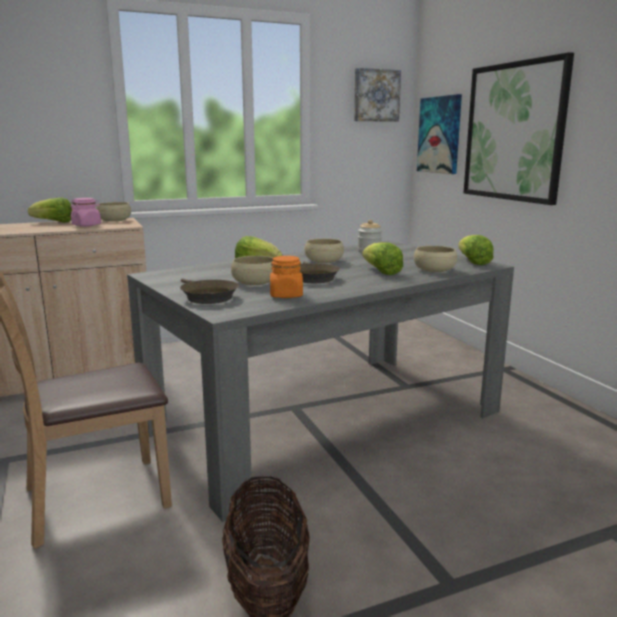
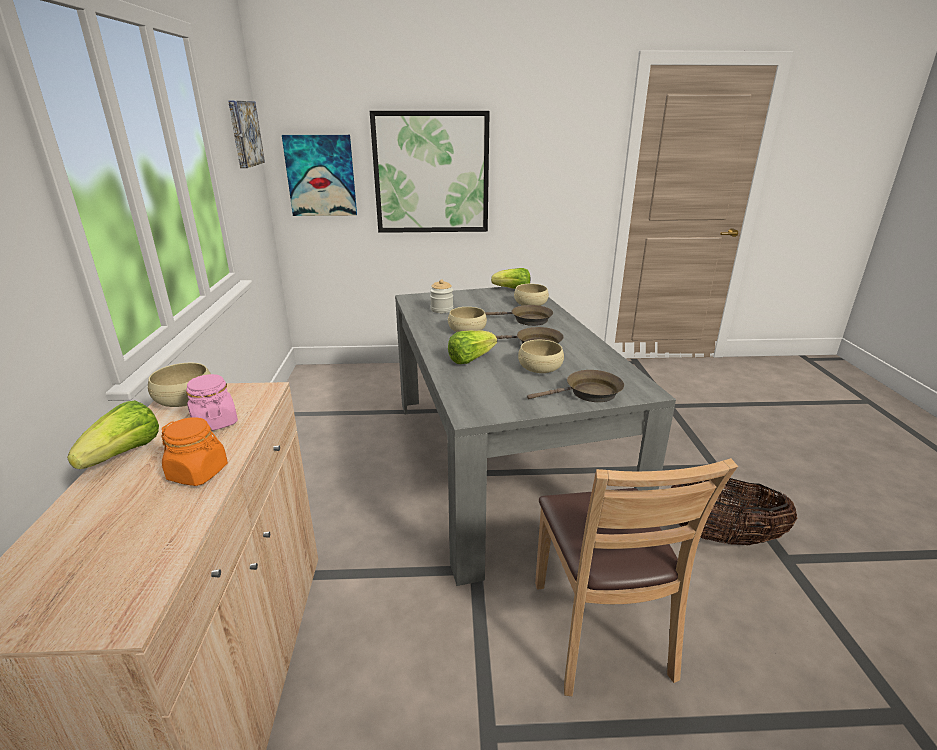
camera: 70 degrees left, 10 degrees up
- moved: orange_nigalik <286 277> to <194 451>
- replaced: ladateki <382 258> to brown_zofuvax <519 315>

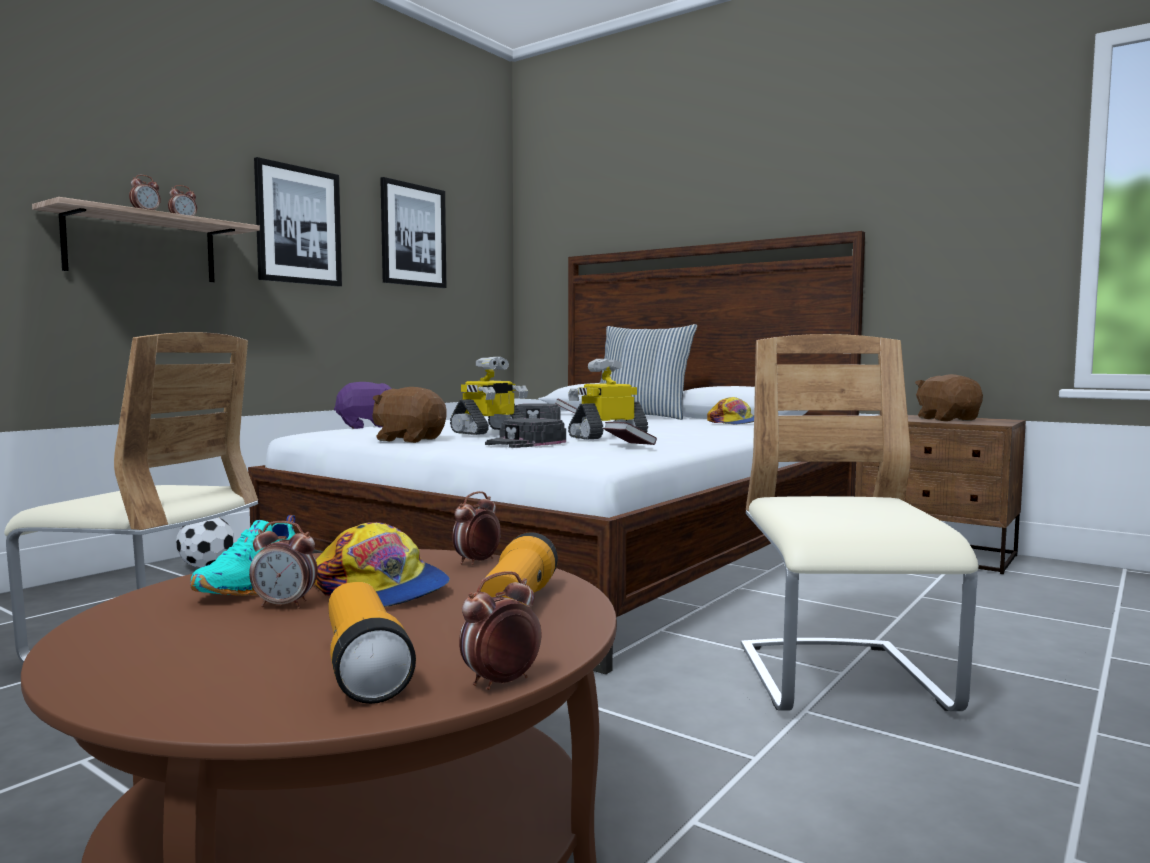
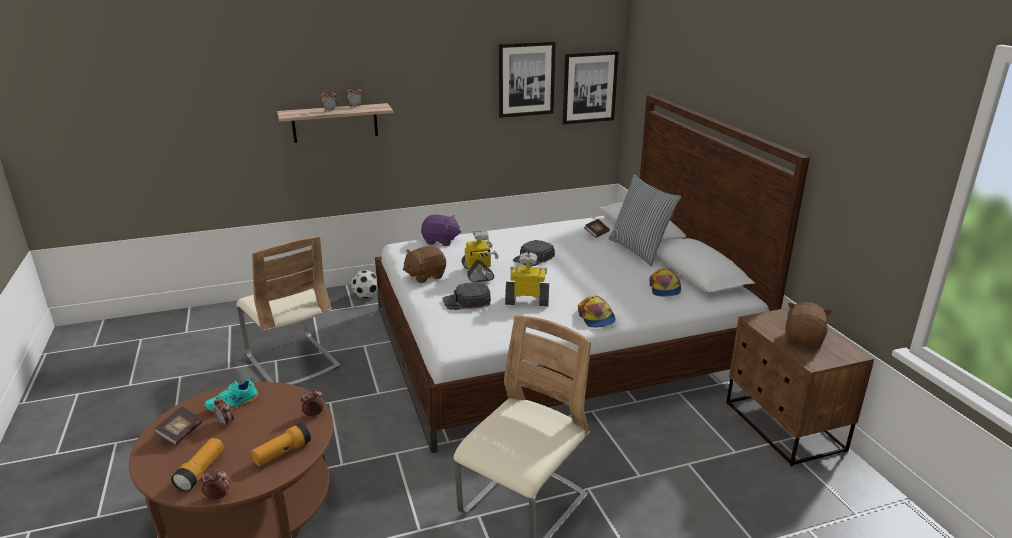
camera: 35 degrees right, 20 degrees up
- moved: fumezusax <630 433> to <178 425>
- turned: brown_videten <409 415> = <424 264> 90 degrees counterclockwise
- turned: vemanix <489 396> = <480 256> 90 degrees counterclockwise
- moved: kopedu <298 221> to <591 87>
- moved: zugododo <382 564> to <597 312>

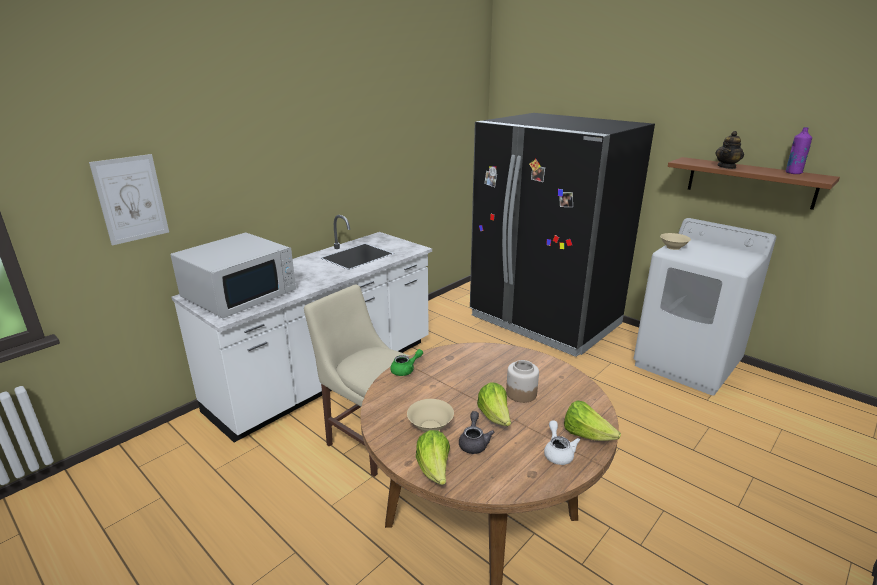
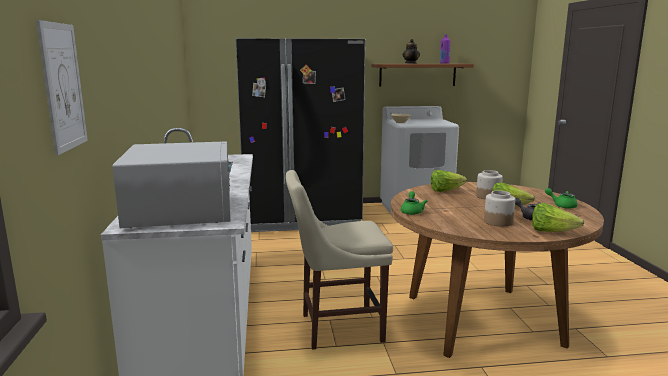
camera: 50 degrees left, 10 degrees down
- moved: ladateki <592 420> to <449 181>
- replaced: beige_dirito <430 415> to nigalik <499 209>
- recoloured: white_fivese <562 442> to green_fivese <561 198>

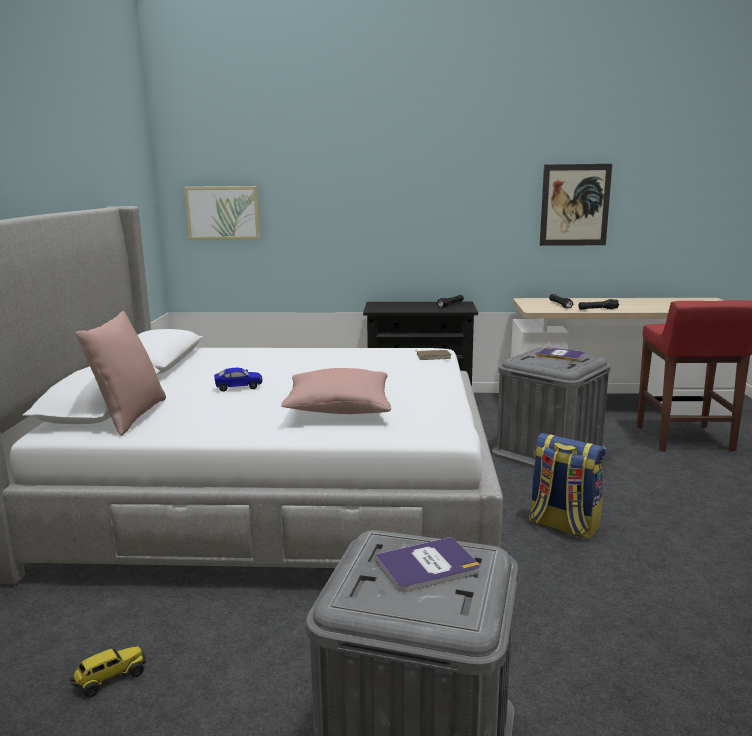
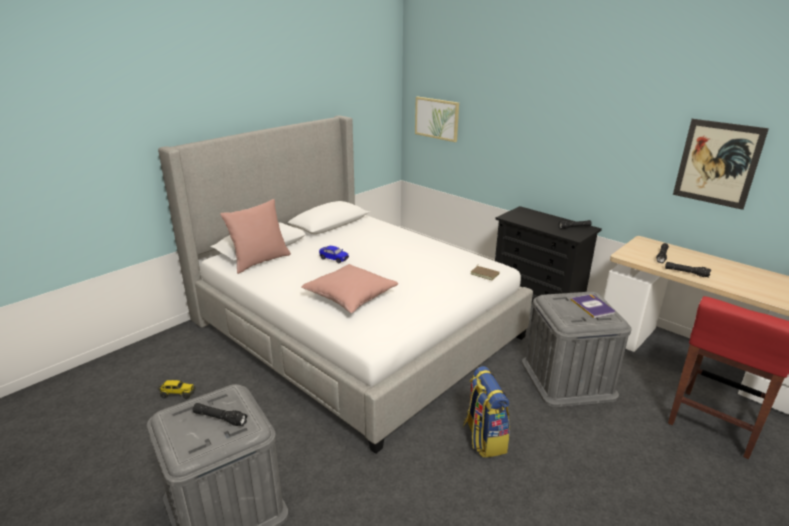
camera: 40 degrees right, 10 degrees up
- replaced: fumezusax <427 564> to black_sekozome <220 414>

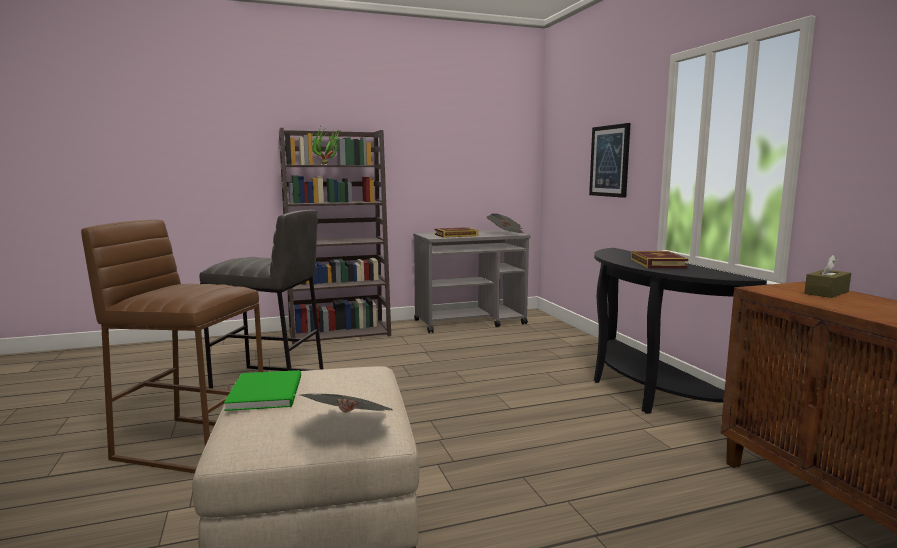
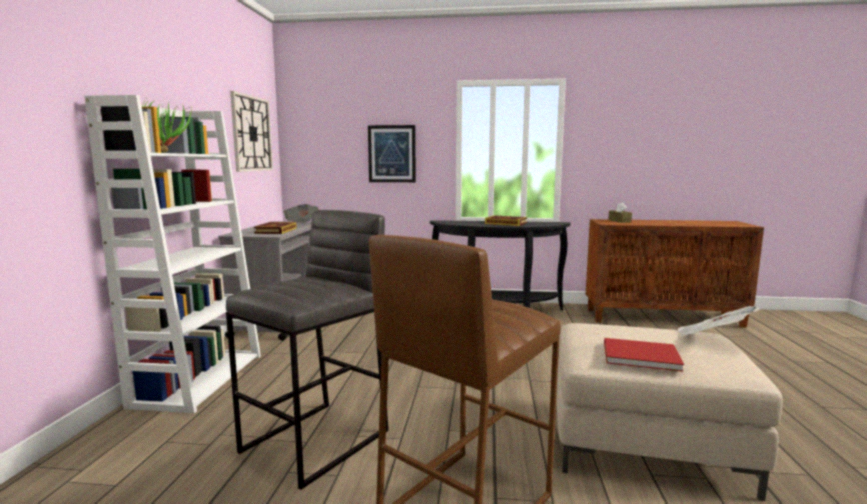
camera: 65 degrees left, 0 degrees up
- recoloured: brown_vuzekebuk <335 236> to white_vuzekebuk <172 254>
- added: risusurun <251 131>
- recoloured: green_fumezusax <262 390> to red_fumezusax <644 355>

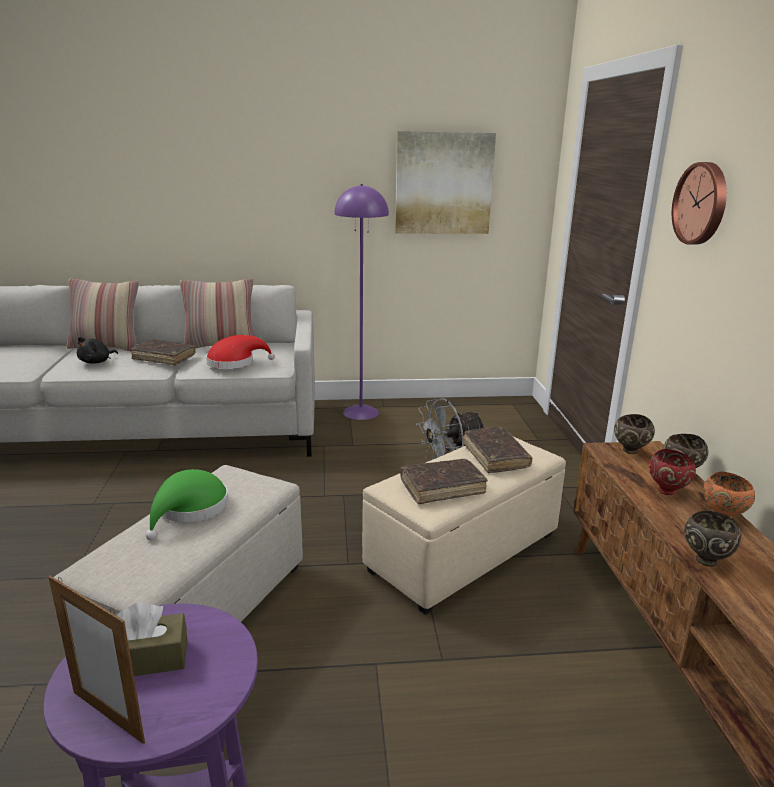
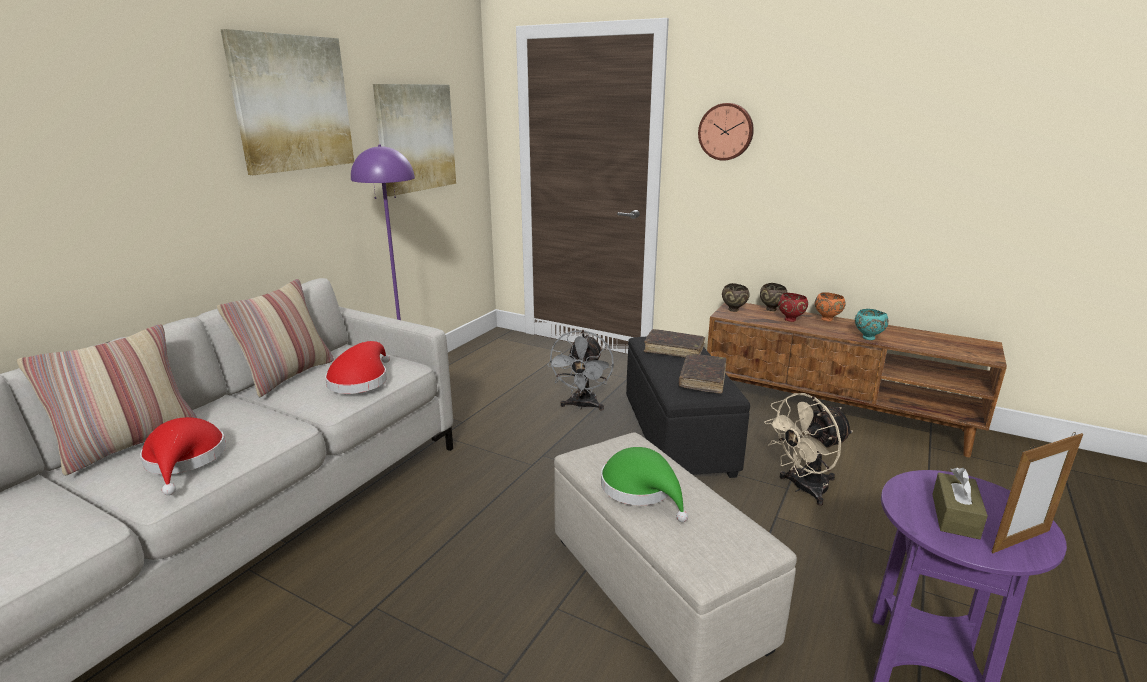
camera: 55 degrees left, 0 degrees up
- replaced: black_videten <97 350> to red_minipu <183 456>
- added: kopedu <287 102>
- recoloured: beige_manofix <464 526> to black_manofix <688 407>
- added: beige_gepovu <808 449>
- recoloured: brown_dirito <712 539> to turquoise_dirito <872 324>
- removed: brown_fumezusax <163 352>

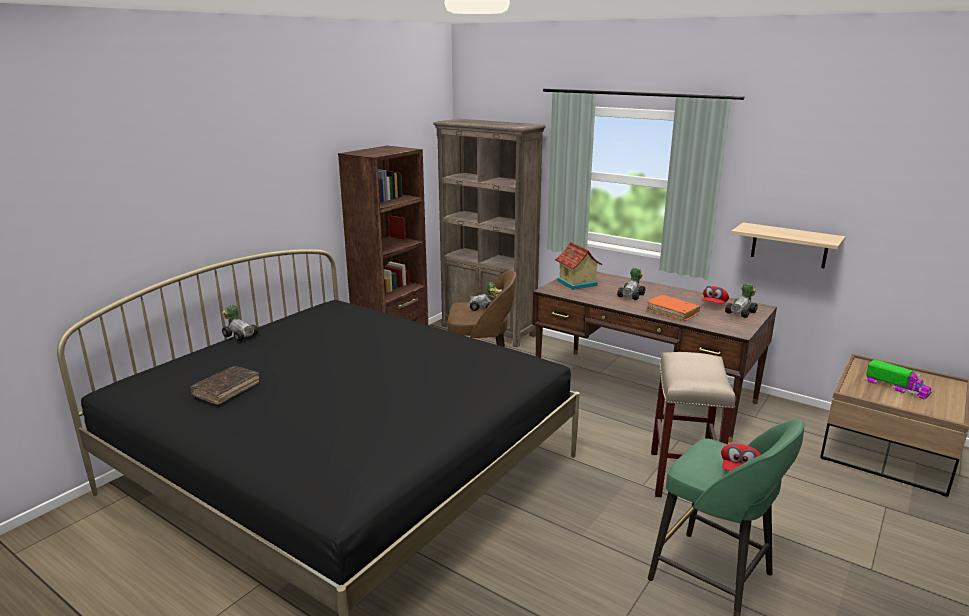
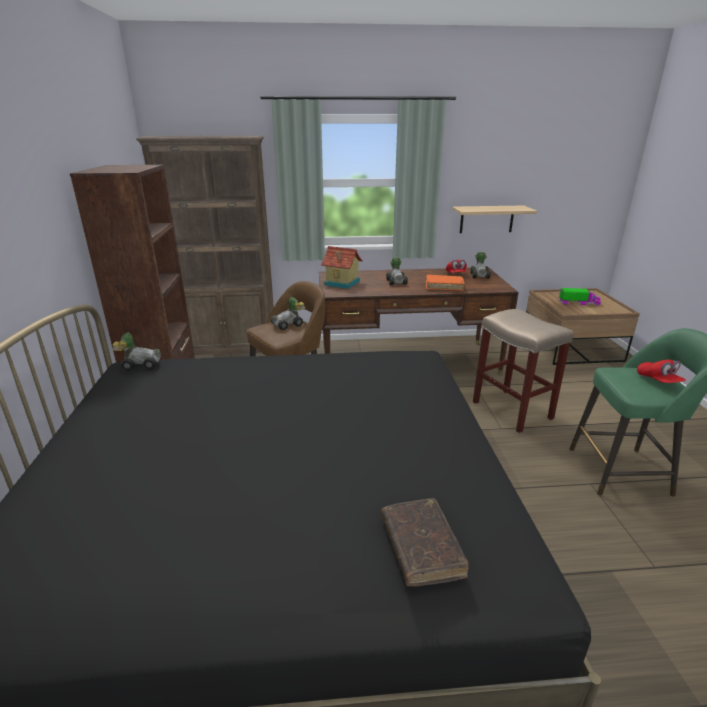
camera: 40 degrees left, 5 degrees up
- moved: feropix <240 323> to <136 352>
- moved: brown_fumezusax <225 385> to <425 542>

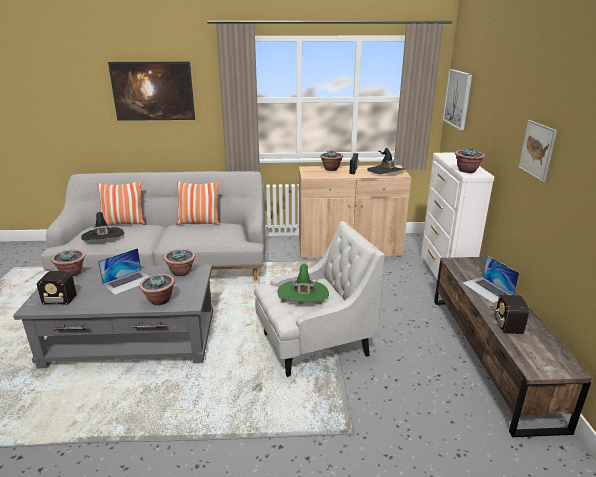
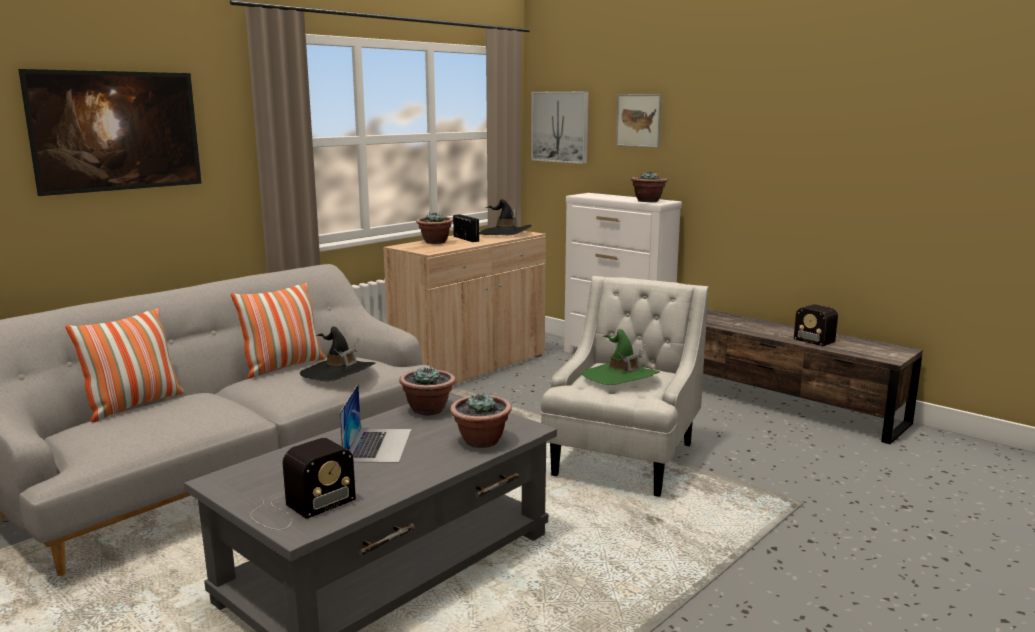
camera: 45 degrees left, 10 degrees down
- moved: black_minipu <102 226> to <337 353>
- moved: kopedu <537 151> to <639 121>
- removed: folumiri <68 263>
- removed: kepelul <491 279>

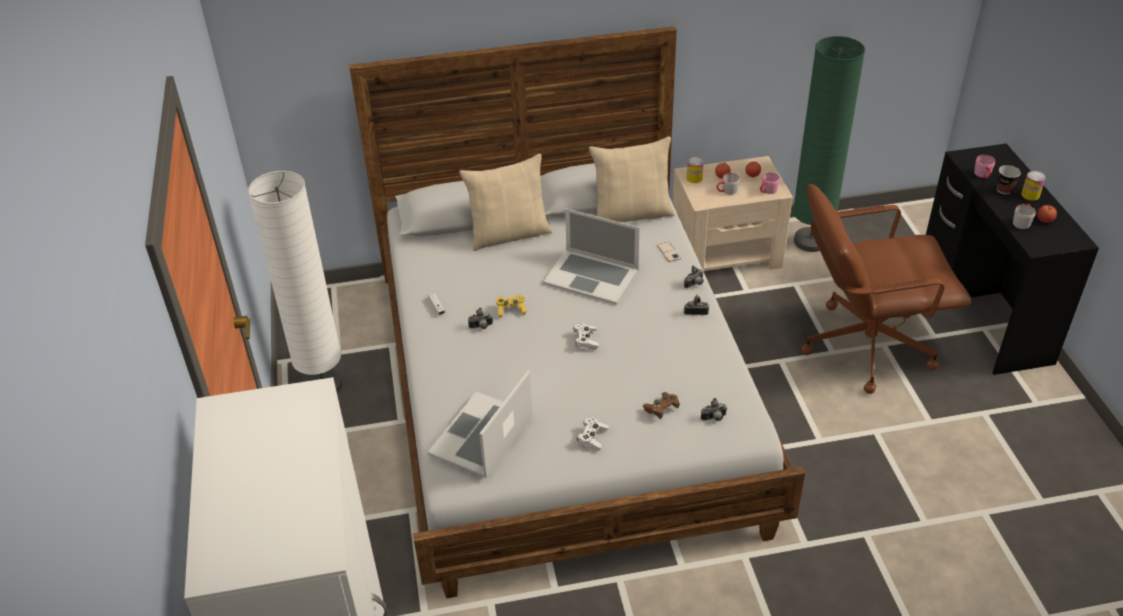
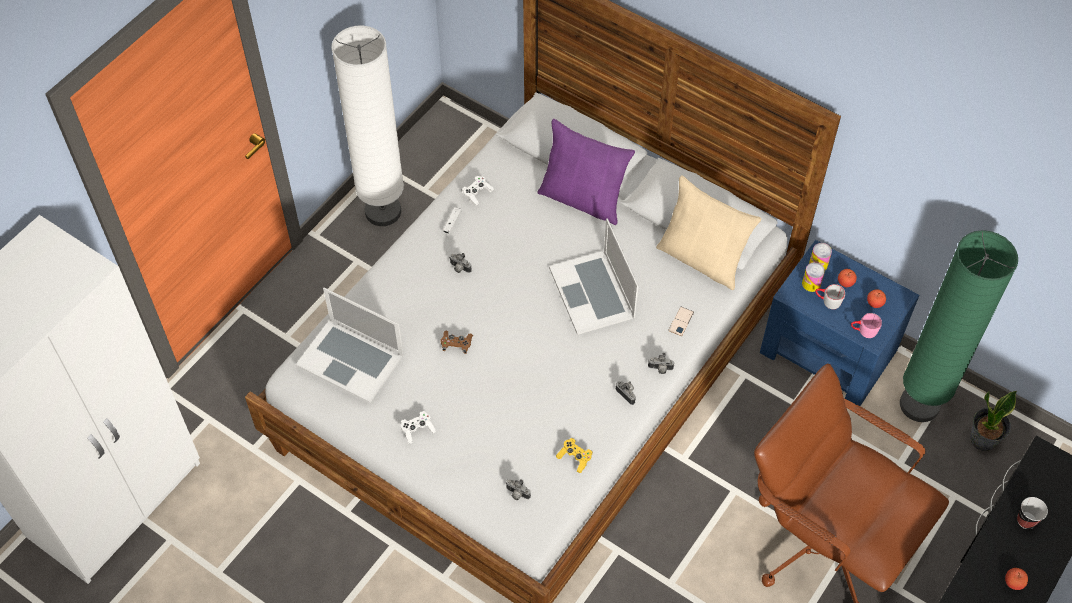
camera: 45 degrees right, 15 degrees up
- turned: kepelul <479 424> = <350 345> 135 degrees counterclockwise
- moved: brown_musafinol <661 405> to <457 342>
- moved: white_musafinol <586 336> to <477 191>
- recoloured: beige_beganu <505 202> to purple_beganu <586 172>
- moved: yellow_musafinol <511 306> to <574 455>
- recoloured: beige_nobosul <732 213> to blue_nobosul <839 323>
- moved: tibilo <1033 185> to <813 277>
- added: folumiri <993 421>
- removed: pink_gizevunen <984 167>
- removed: grey_gizevunen <1024 216>

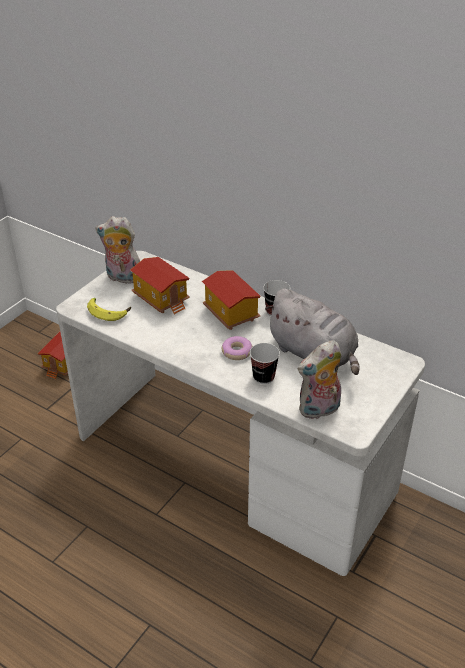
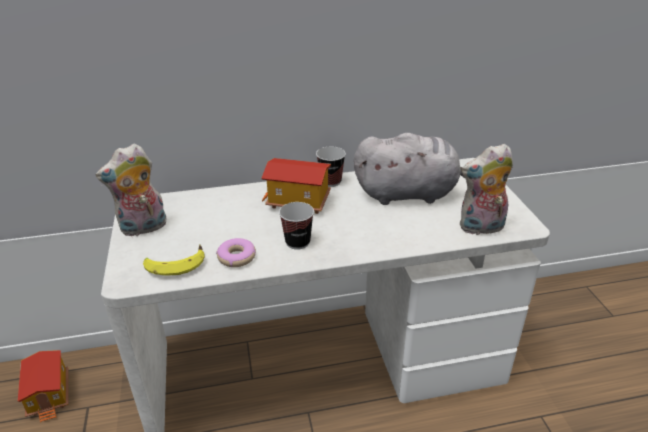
camera: 45 degrees left, 5 degrees down
- moved: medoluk <237 348> to <236 252>
- moved: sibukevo <265 363> to <296 226>
- turned: videten <320 379> = <486 189> 60 degrees clockwise
- removed: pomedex <160 286>

